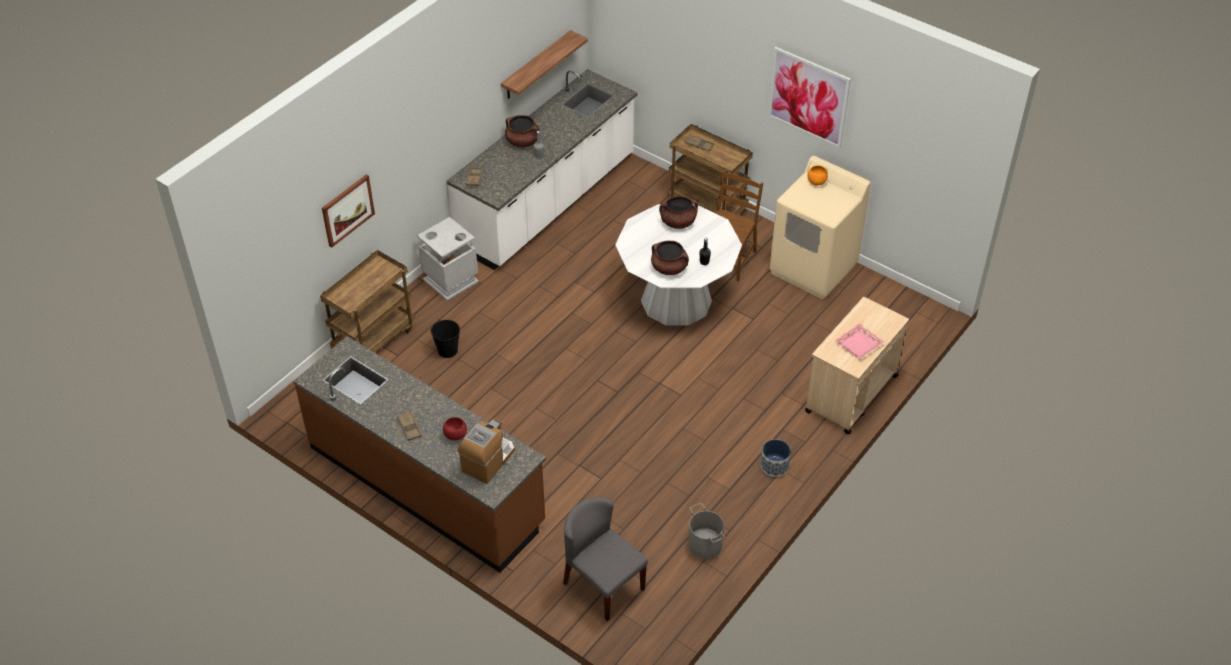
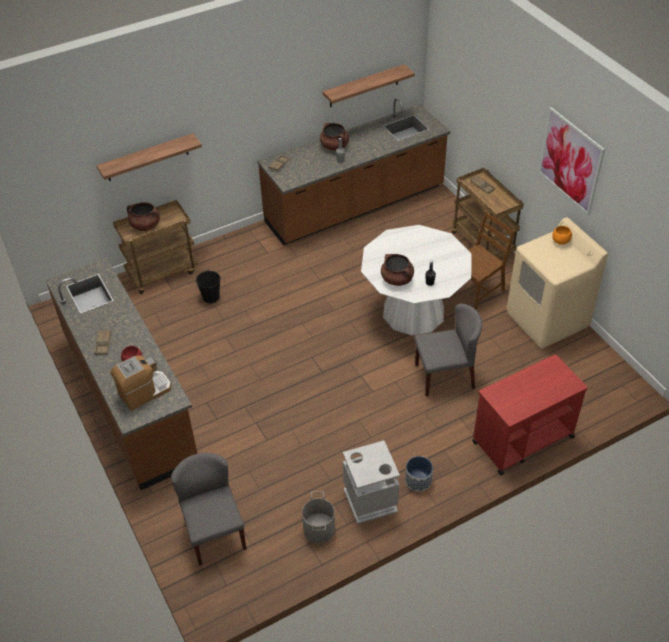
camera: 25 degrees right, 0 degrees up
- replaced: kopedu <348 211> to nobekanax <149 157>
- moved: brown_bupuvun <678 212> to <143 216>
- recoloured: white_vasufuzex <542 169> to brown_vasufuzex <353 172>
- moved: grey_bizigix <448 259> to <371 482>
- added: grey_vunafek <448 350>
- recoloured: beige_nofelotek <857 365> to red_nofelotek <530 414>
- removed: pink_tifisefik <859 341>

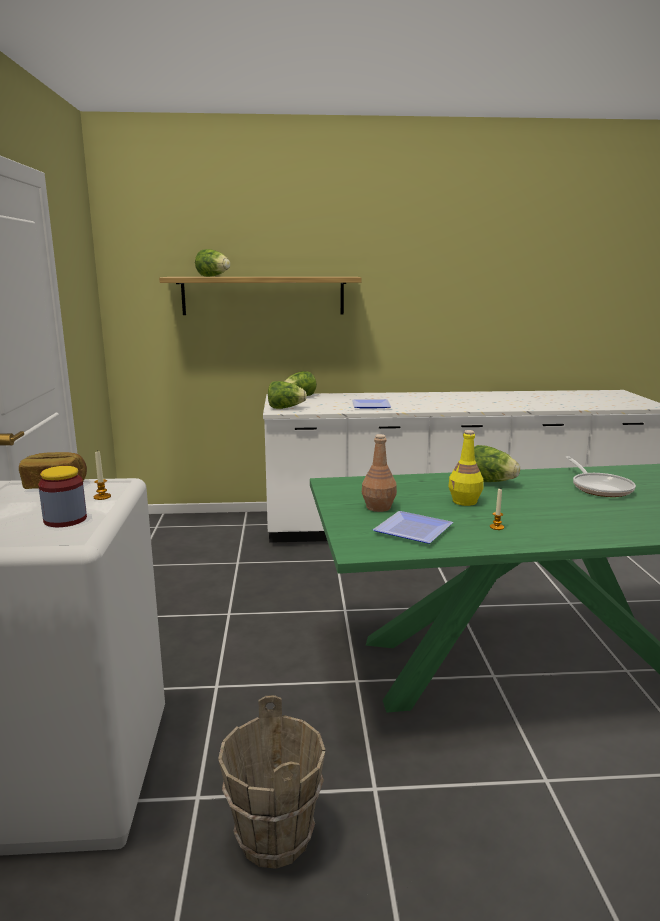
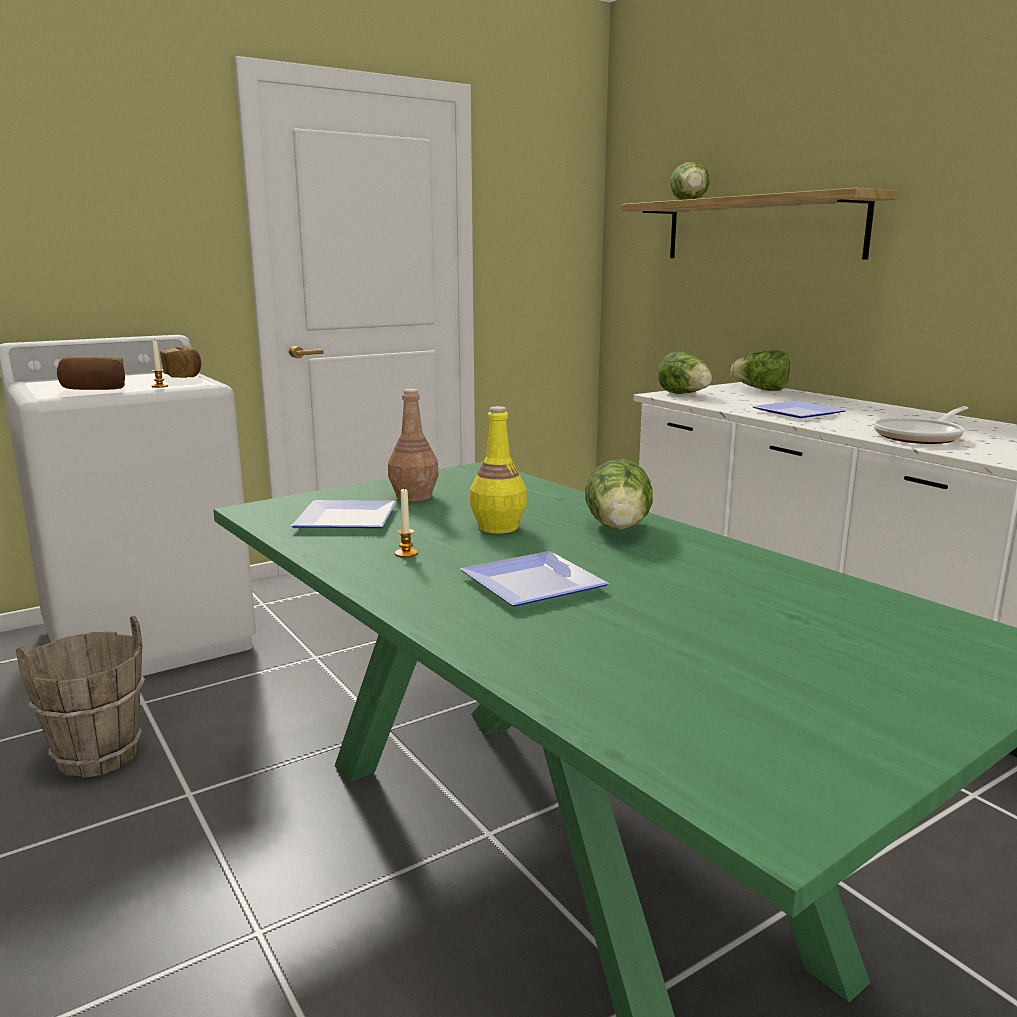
camera: 60 degrees right, 0 degrees up
- replaced: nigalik <62 496> to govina <91 373>
- added: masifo <535 578>
- moved: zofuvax <600 476> to <921 425>

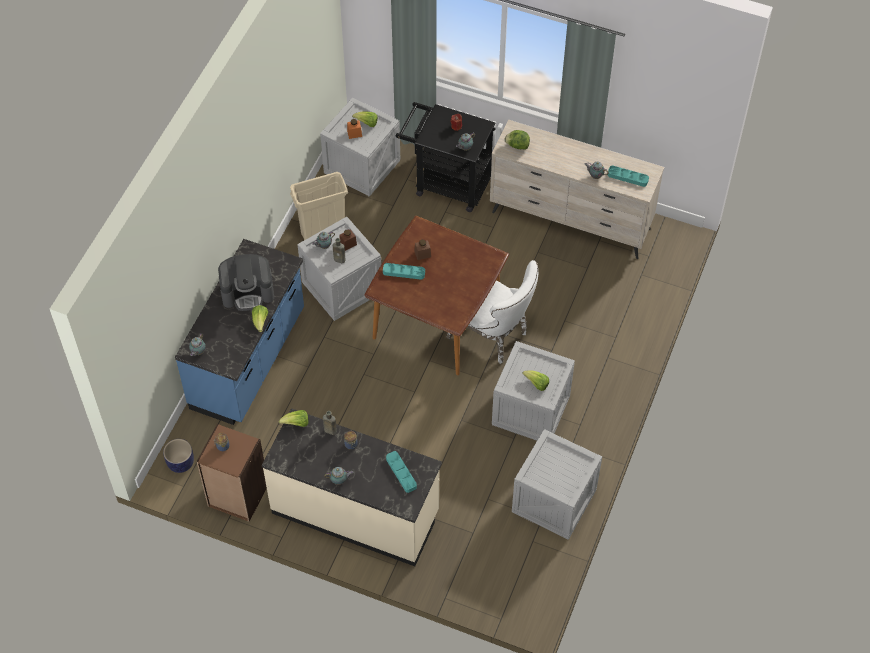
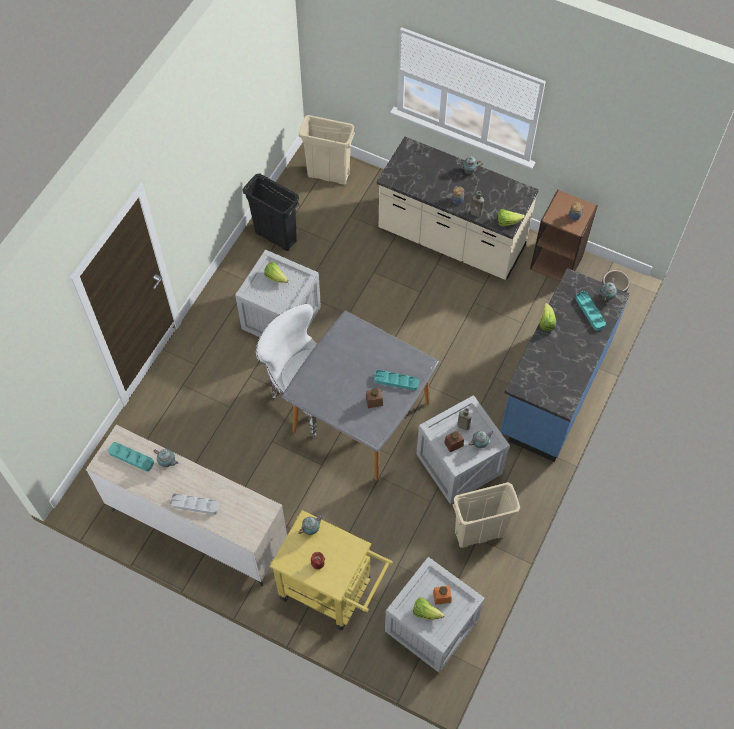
camera: 175 degrees left, 5 degrees up
- added: grey_tifisefik <194 504>
- replaced: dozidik <557 484> to black_bizigix <271 212>
- recoloured: black_nofelotek <446 157> to yellow_nofelotek <331 570>
- recoloured: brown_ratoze <436 295> to grey_ratoze <360 395>
- added: beige_bizigix <327 150>
- moved: turquoise_tifisefik <401 472> to <590 311>
- removed: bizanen <246 282>
- removed: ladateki <517 140>

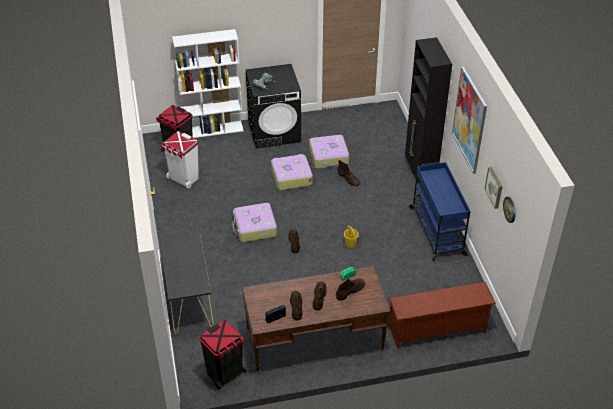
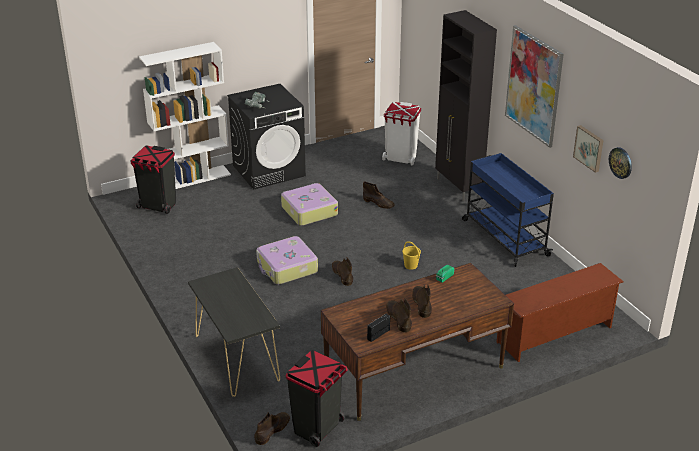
camera: 15 degrees left, 10 degrees down
- moved: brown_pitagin <351 289> to <272 428>
- moved: white_bizigix <180 160> to <401 134>
- removed: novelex <329 152>

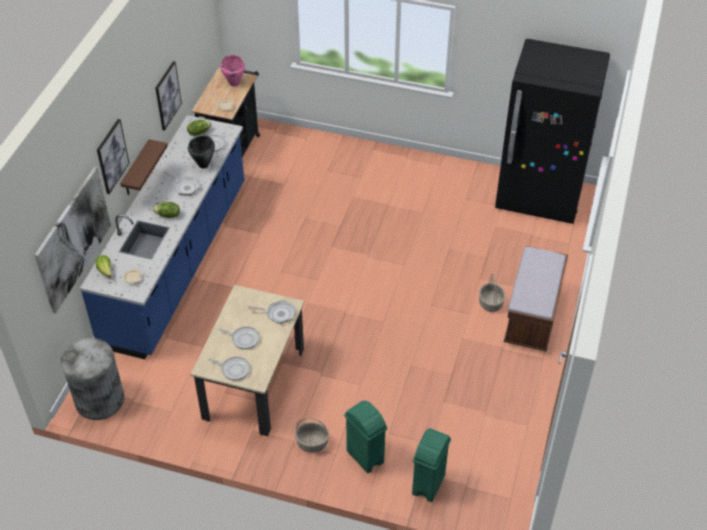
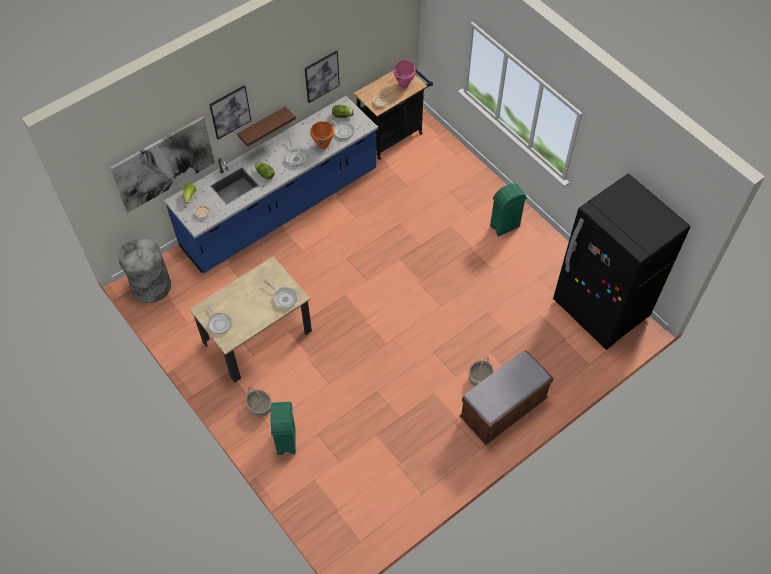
camera: 35 degrees right, 10 degrees up
- recoloured: black_bupuvun <201 151> to orange_bupuvun <322 135>
- moved: green_bizigix <431 465> to <508 210>
- removed: zofuvax <239 338>

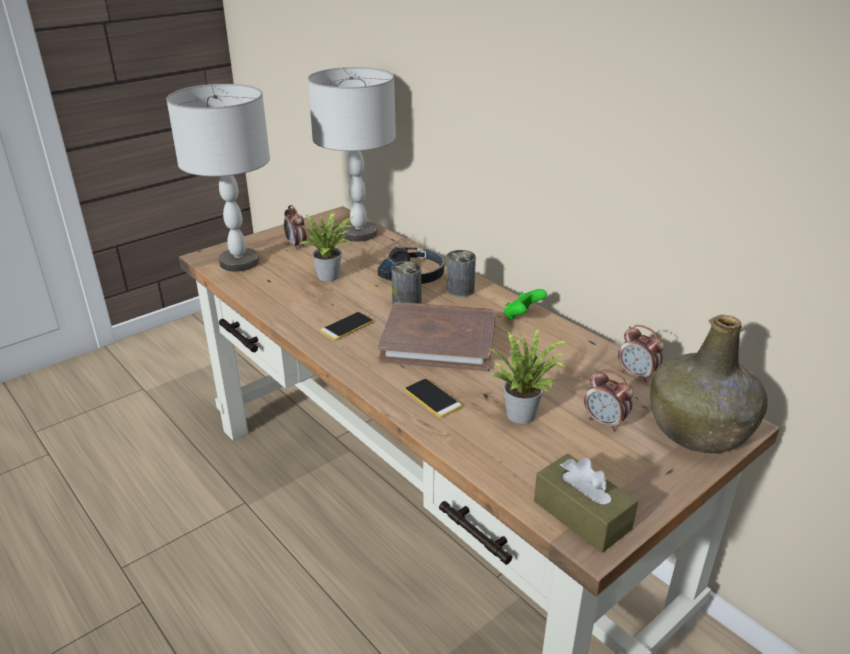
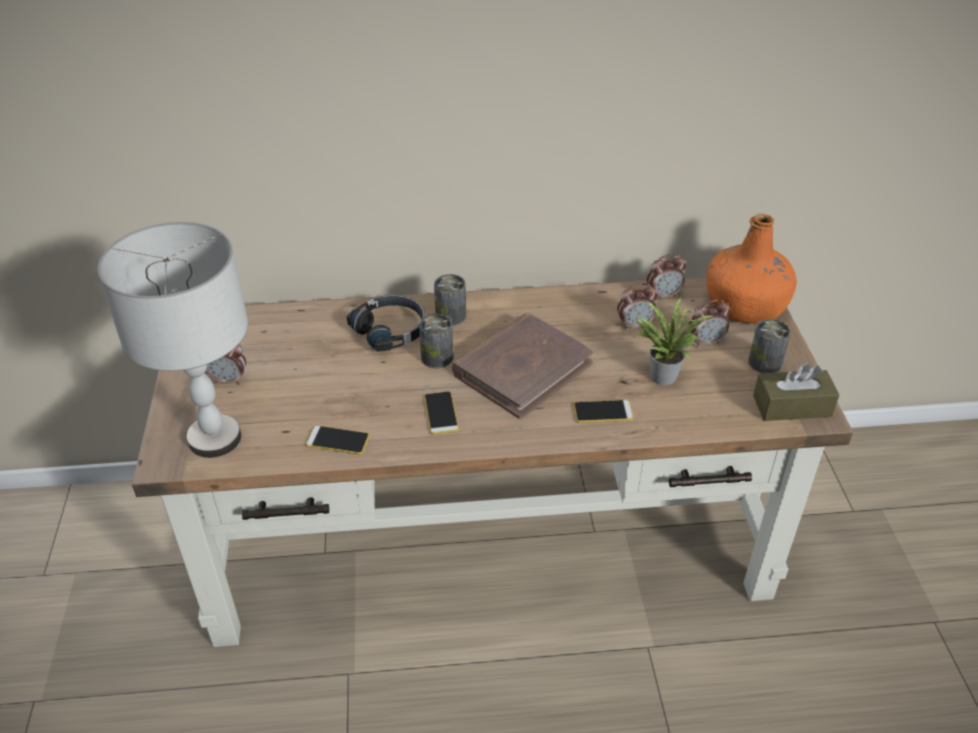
camera: 55 degrees left, 10 degrees up
- added: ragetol <338 440>
- added: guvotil <637 306>
- recoloured: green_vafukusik <709 384> to orange_vafukusik <751 269>
- added: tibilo <769 346>
- removed: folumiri <327 246>
- removed: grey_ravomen <352 154>
- removed: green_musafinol <525 304>

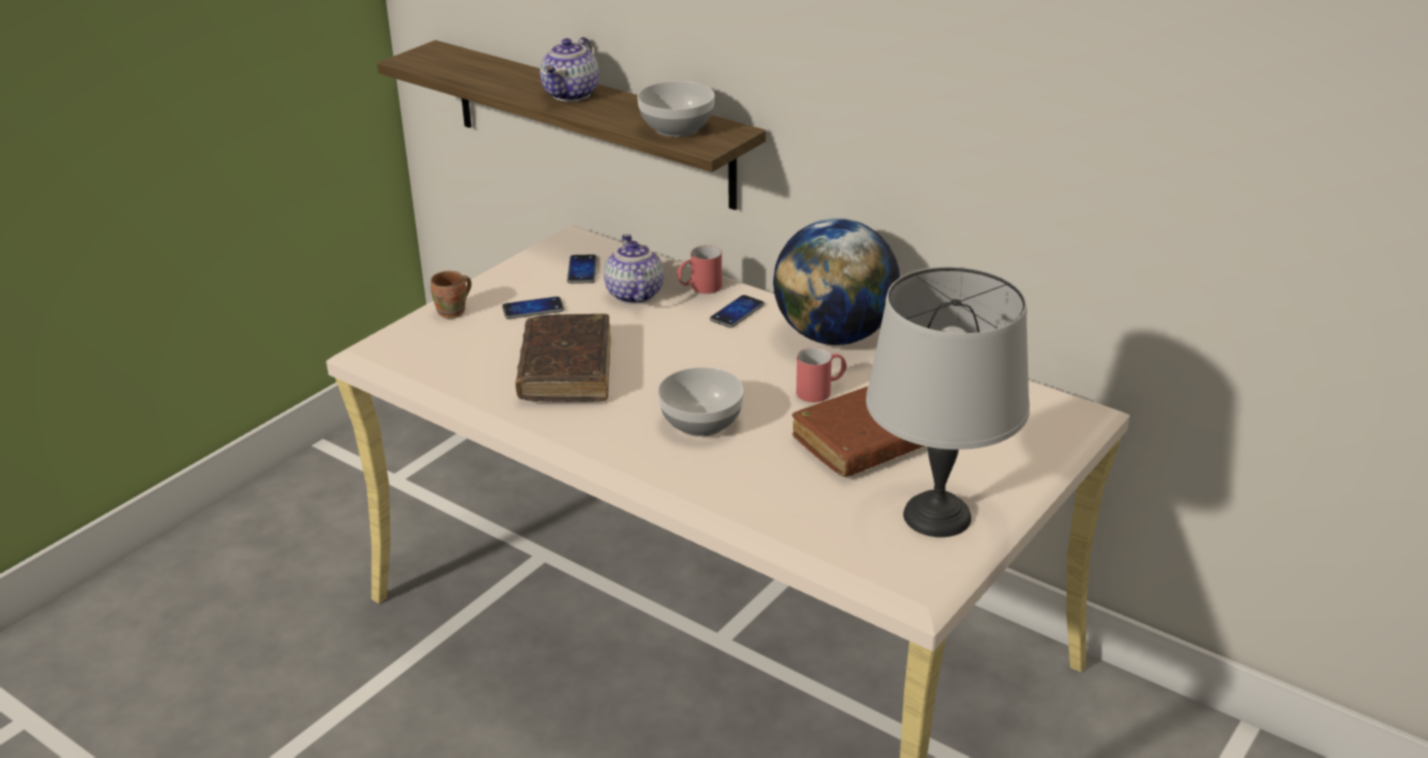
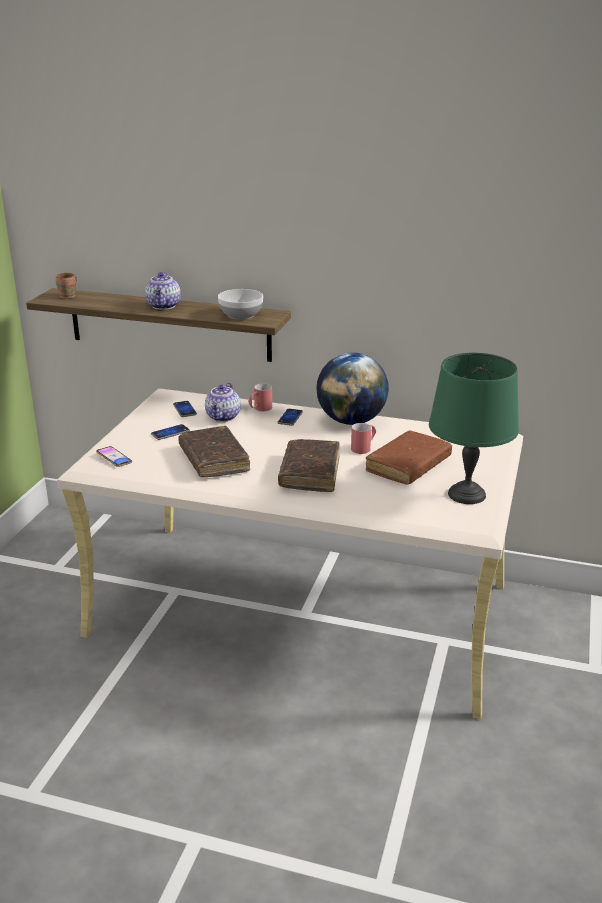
camera: 20 degrees left, 5 degrees down
- moved: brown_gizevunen <451 295> to <66 286>
- added: ragetol <114 456>
- turned: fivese <634 269> = <223 402> 135 degrees counterclockwise
- replaced: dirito <701 402> to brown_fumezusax <309 465>
- recoloured: grey_ravomen <948 401> to green_ravomen <474 428>

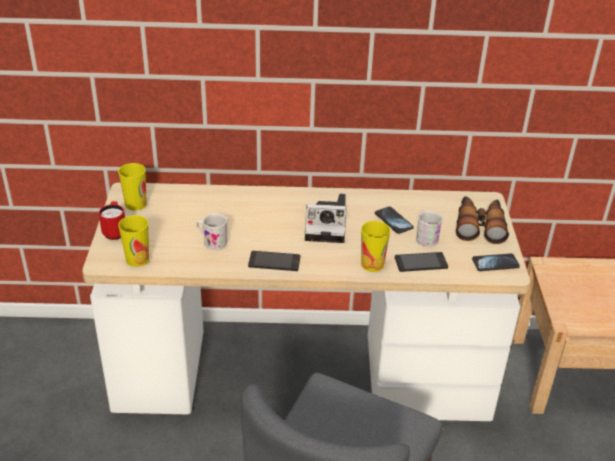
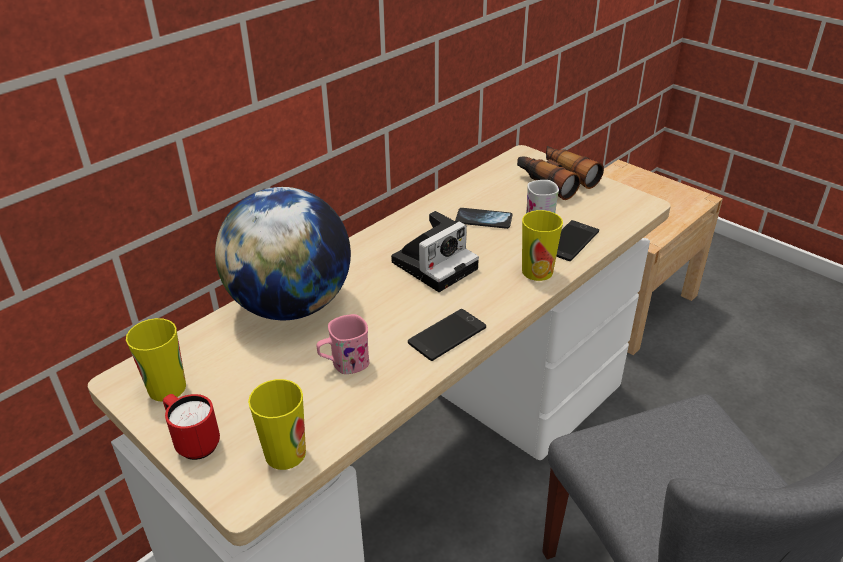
camera: 45 degrees left, 0 degrees up
- added: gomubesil <283 253>
- recoloured: white_gizevunen <212 231> to pink_gizevunen <342 344>
- removed: ragetol <496 262>

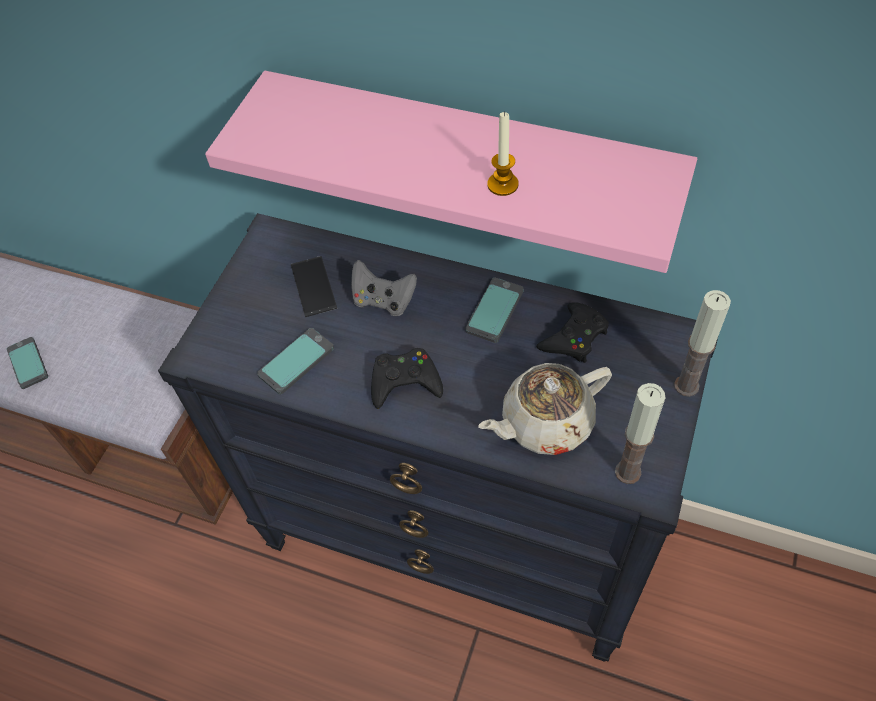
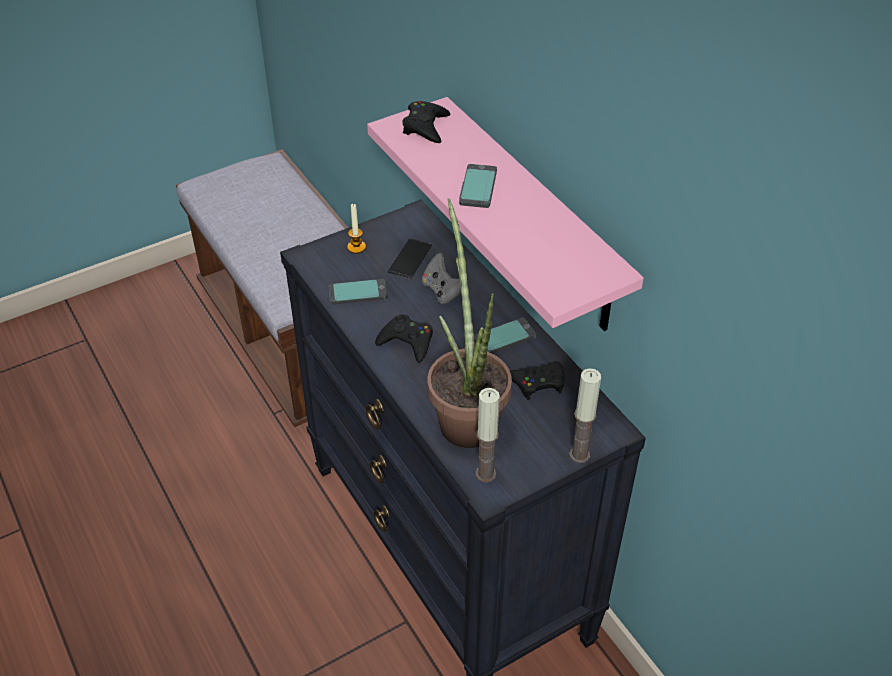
camera: 35 degrees right, 10 degrees down
- moved: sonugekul <503 154> to <356 229>
- added: black_musafinol <426 122>
- replaced: beige_fivese <545 409> to folumiri <469 323>
- moved: ragetol <27 363> to <478 186>

